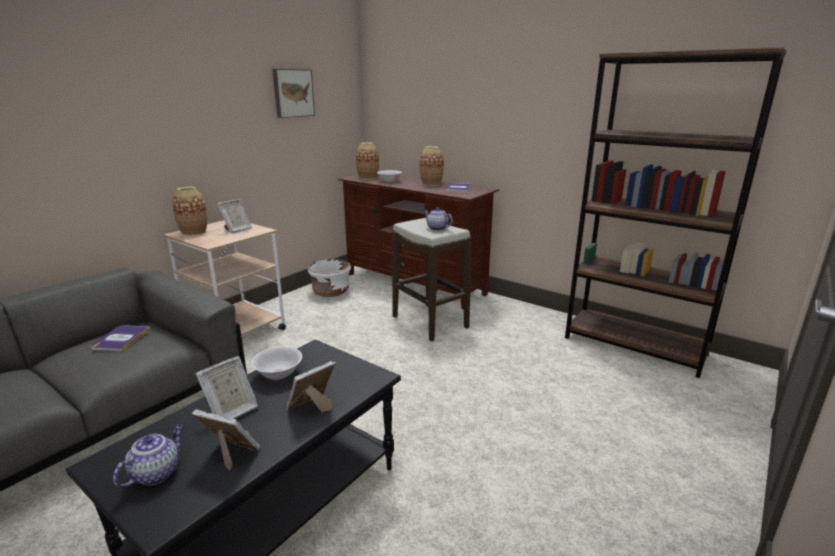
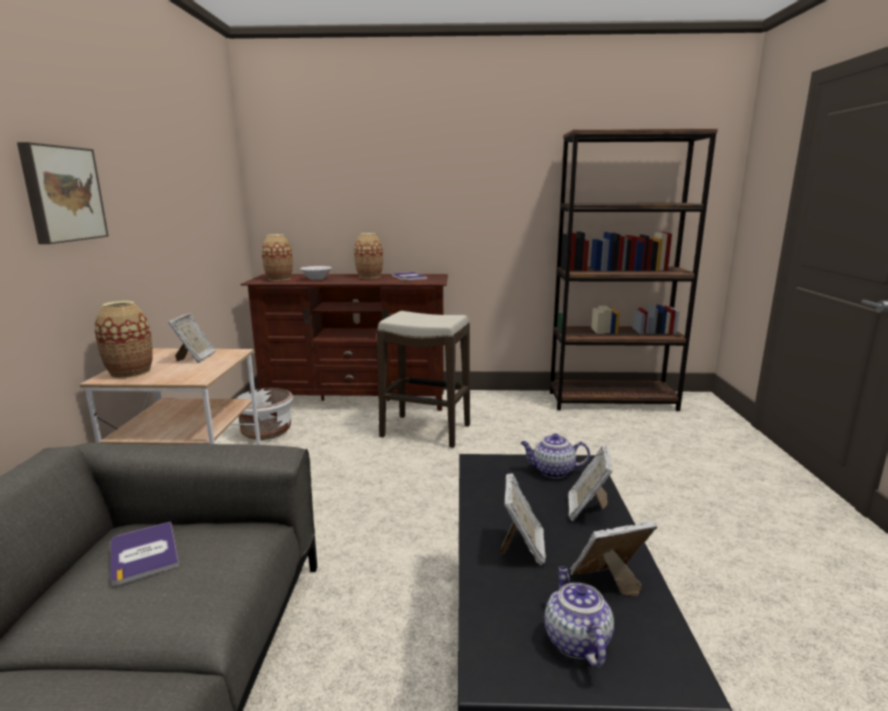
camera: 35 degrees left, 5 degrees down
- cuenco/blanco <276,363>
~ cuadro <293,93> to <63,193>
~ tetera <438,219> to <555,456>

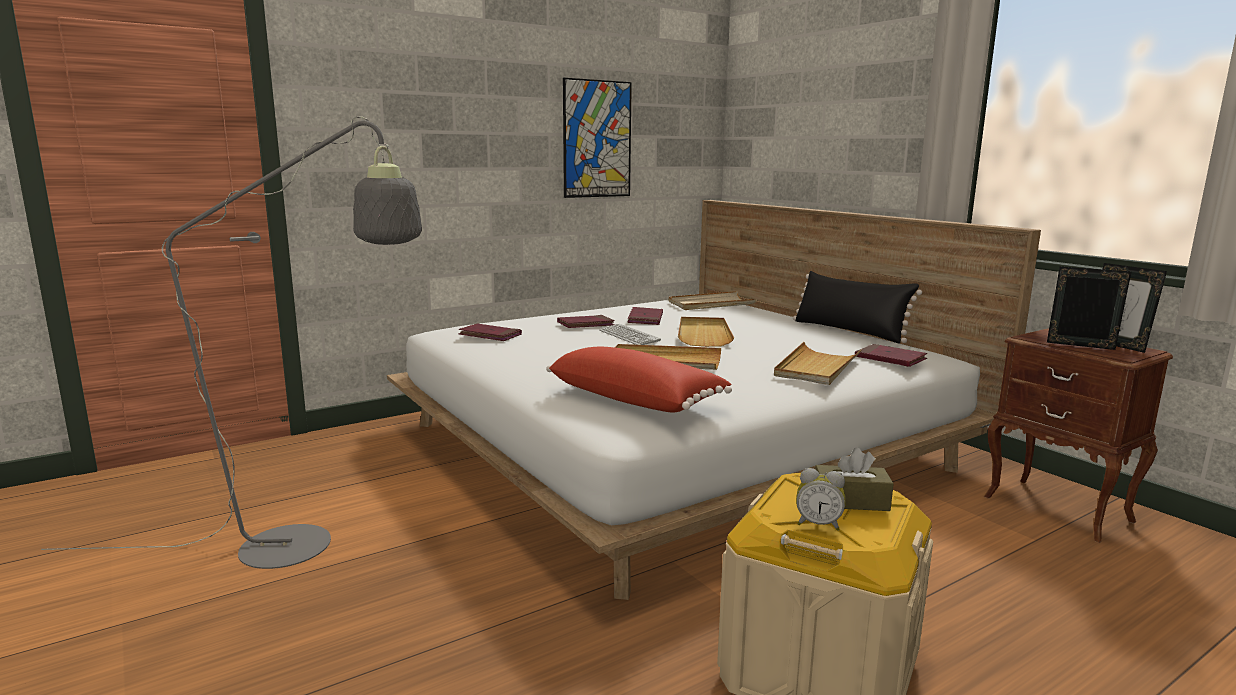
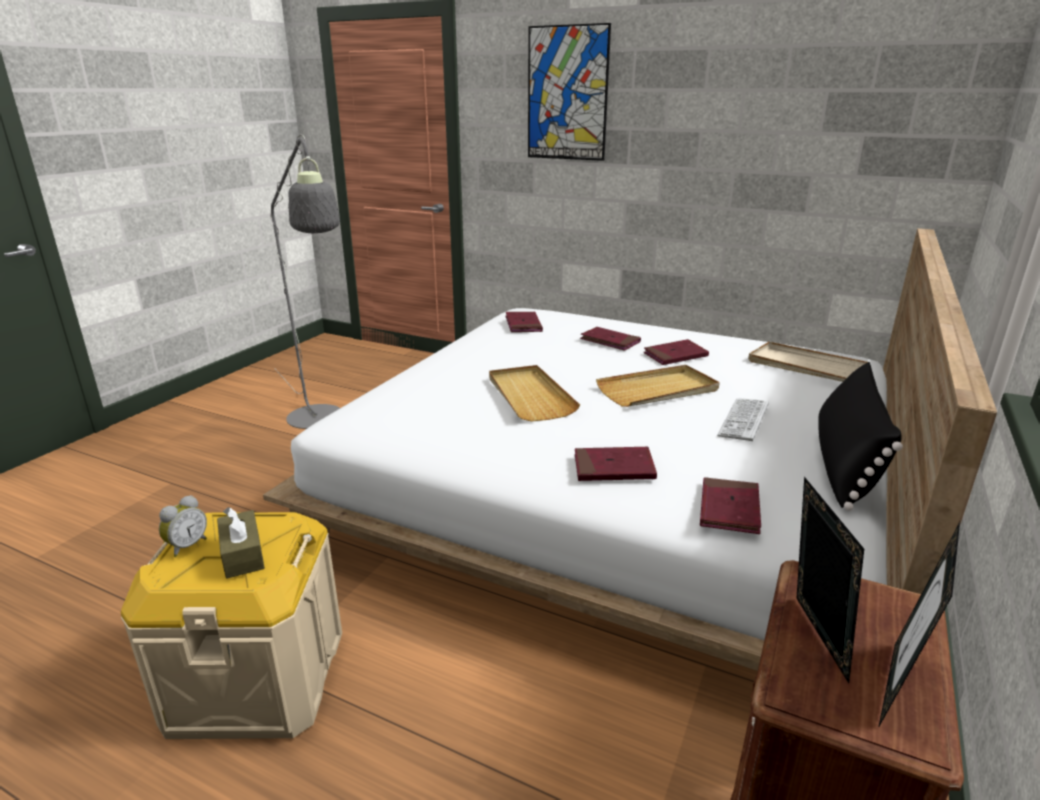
camera: 60 degrees right, 10 degrees up
- cojín/rojo <639,380>
~ cuadro <597,138> to <569,92>
~ teclado <630,334> to <743,419>
~ bandeja/beis <818,363> to libro/rojo <616,464>
~ despertador <820,499> = <183,526> 135 degrees counterclockwise

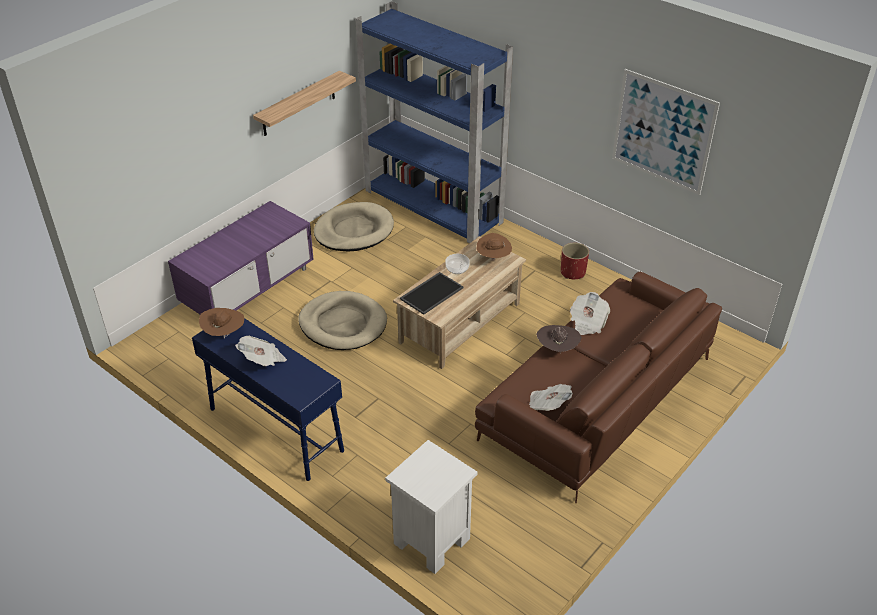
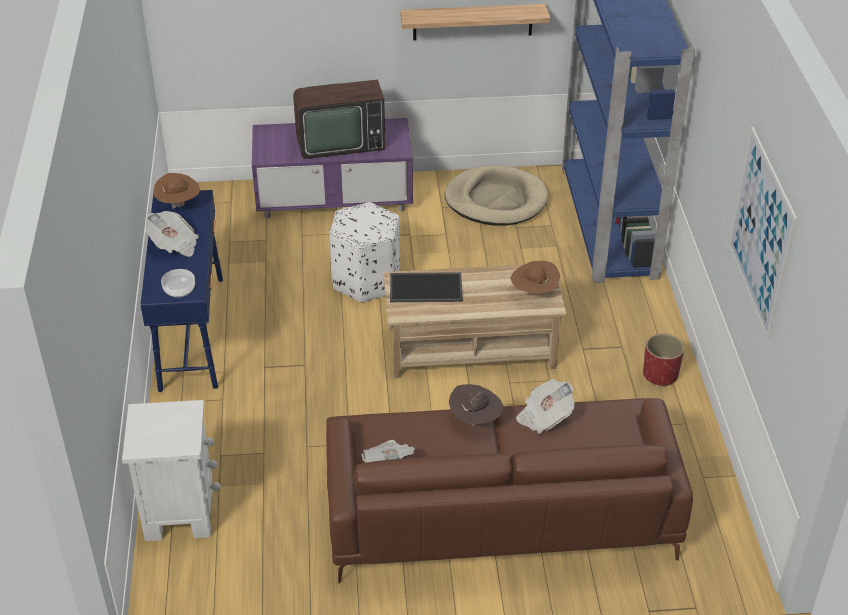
camera: 45 degrees right, 0 degrees up
+ televisor <339,119>
~ cuenco <457,264> to <178,283>
~ cama para perro/beis <342,320> to puf/blanco <364,252>

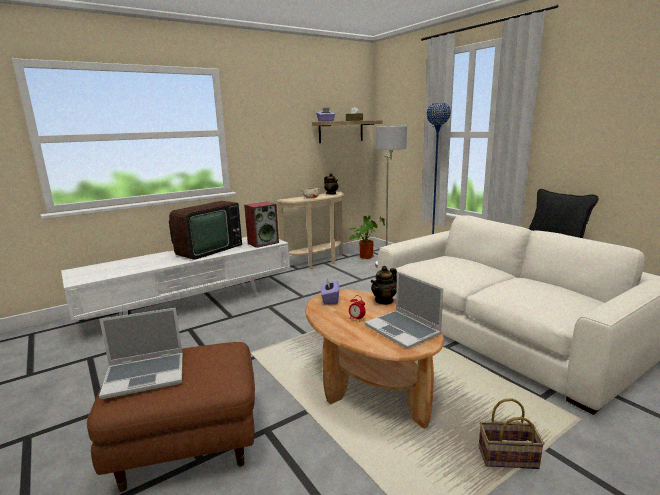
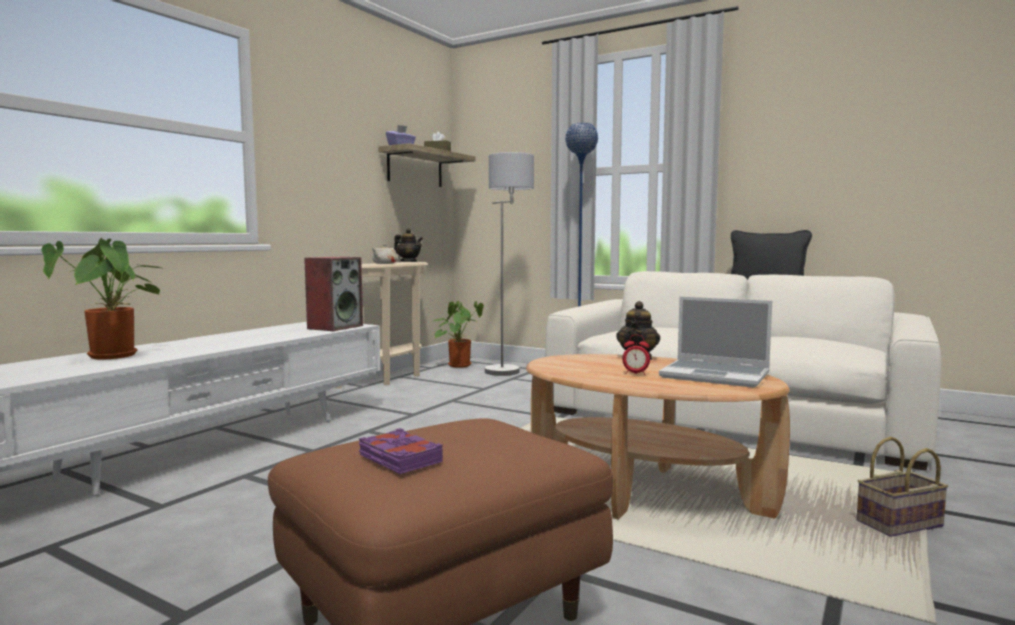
camera: 25 degrees left, 10 degrees down
- televisor <205,230>
- caja de pañuelos/morado <330,291>
+ planta en maceta <103,298>
~ portátil <141,353> to libro/morado <401,451>

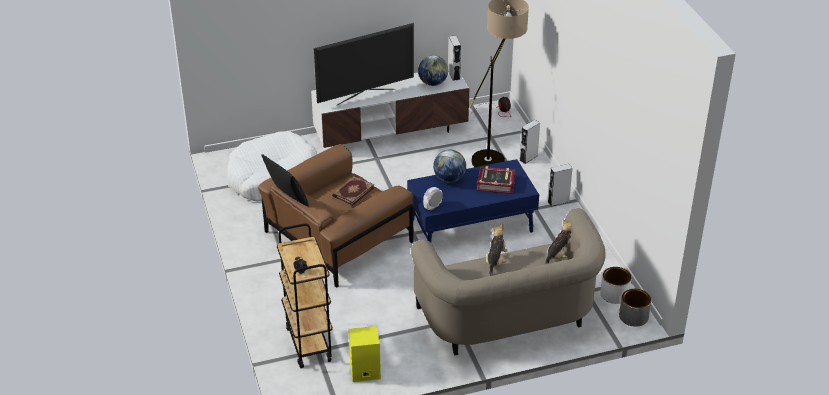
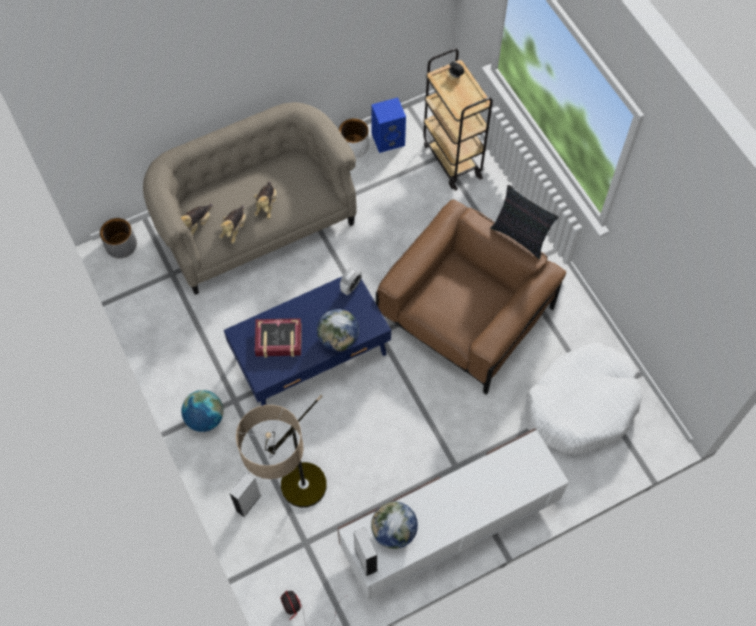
camera: 170 degrees right, 25 degrees up
- televisor <364,64>
- libro <353,191>
+ peluche <232,224>
~ maceta/blanco <616,285> to <354,138>
~ altavoz/gris <560,185> to globo terráqueo <202,411>
~ altavoz/amarillo <365,354> to altavoz/azul <388,125>

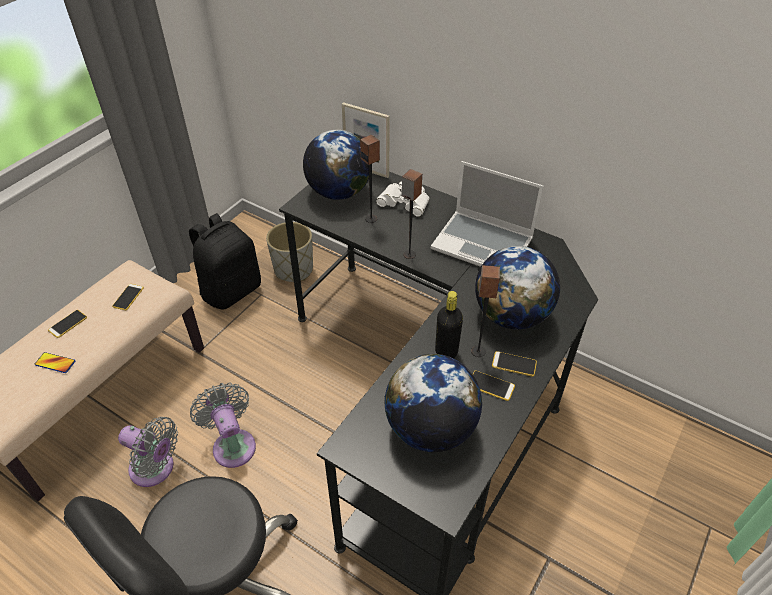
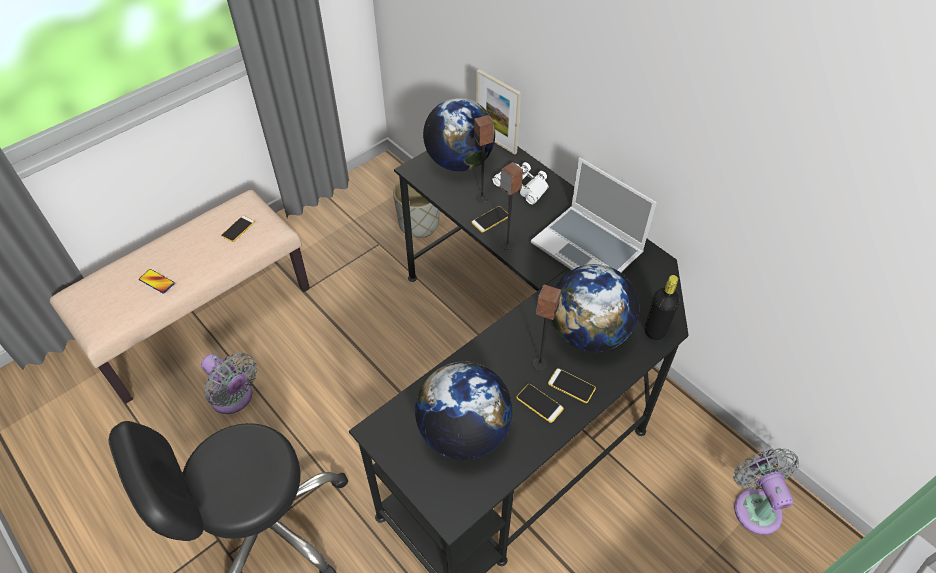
camera: 15 degrees right, 5 degrees up
- mochila/negro <225,261>
~ móvil <67,324> to <489,219>
~ ventilador/gris <223,425> to <766,491>
~ botella/negro <449,324> to <662,307>

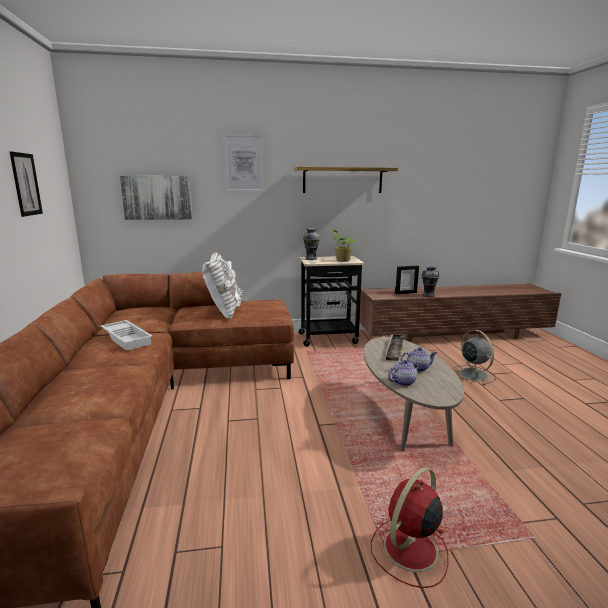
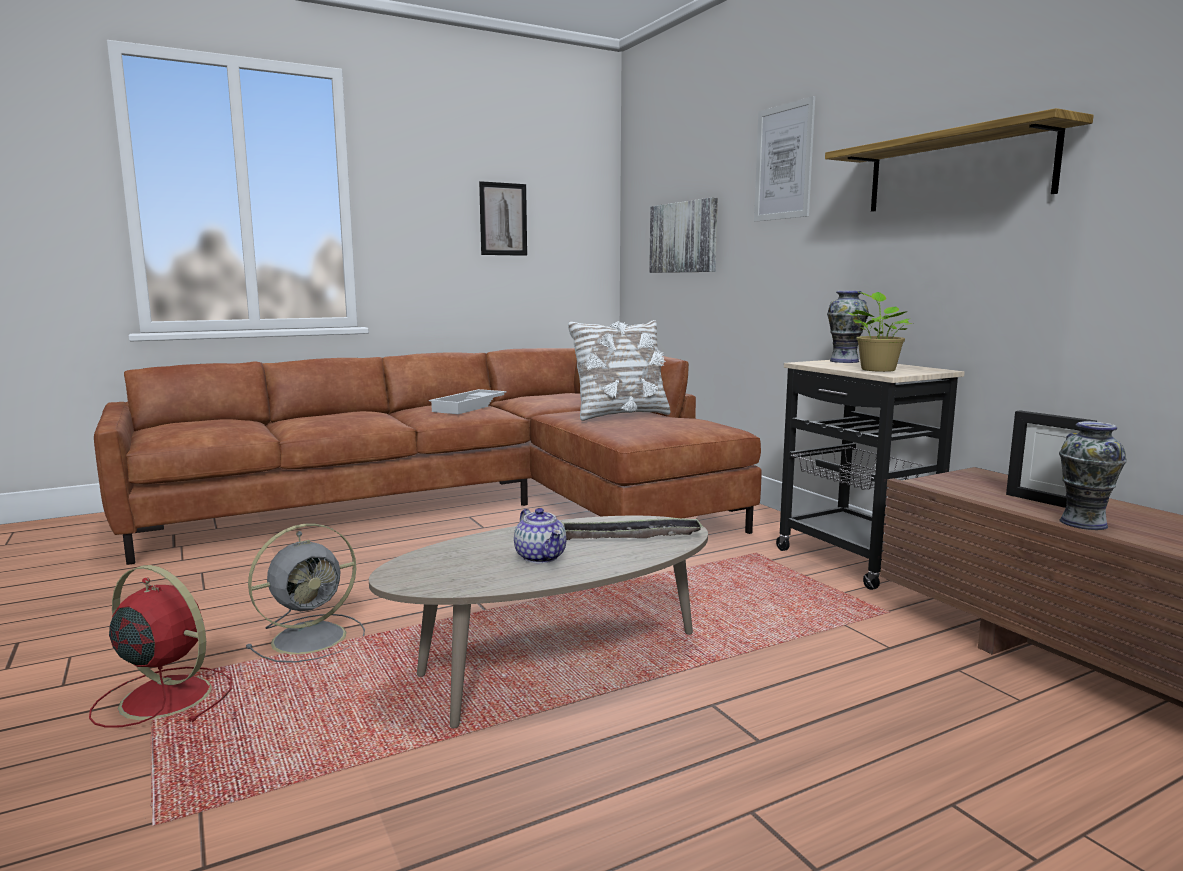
camera: 70 degrees right, 5 degrees down
- tetera <404,373>
~ ventilador/gris <474,357> to <305,593>

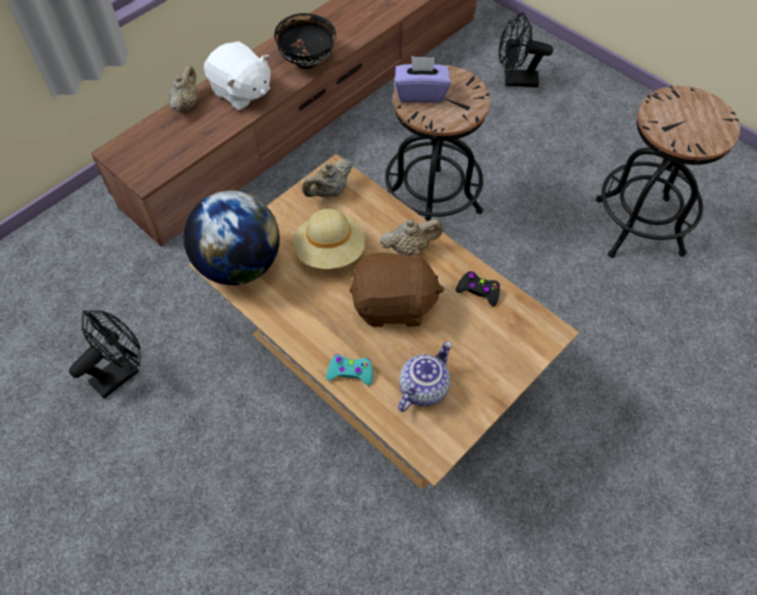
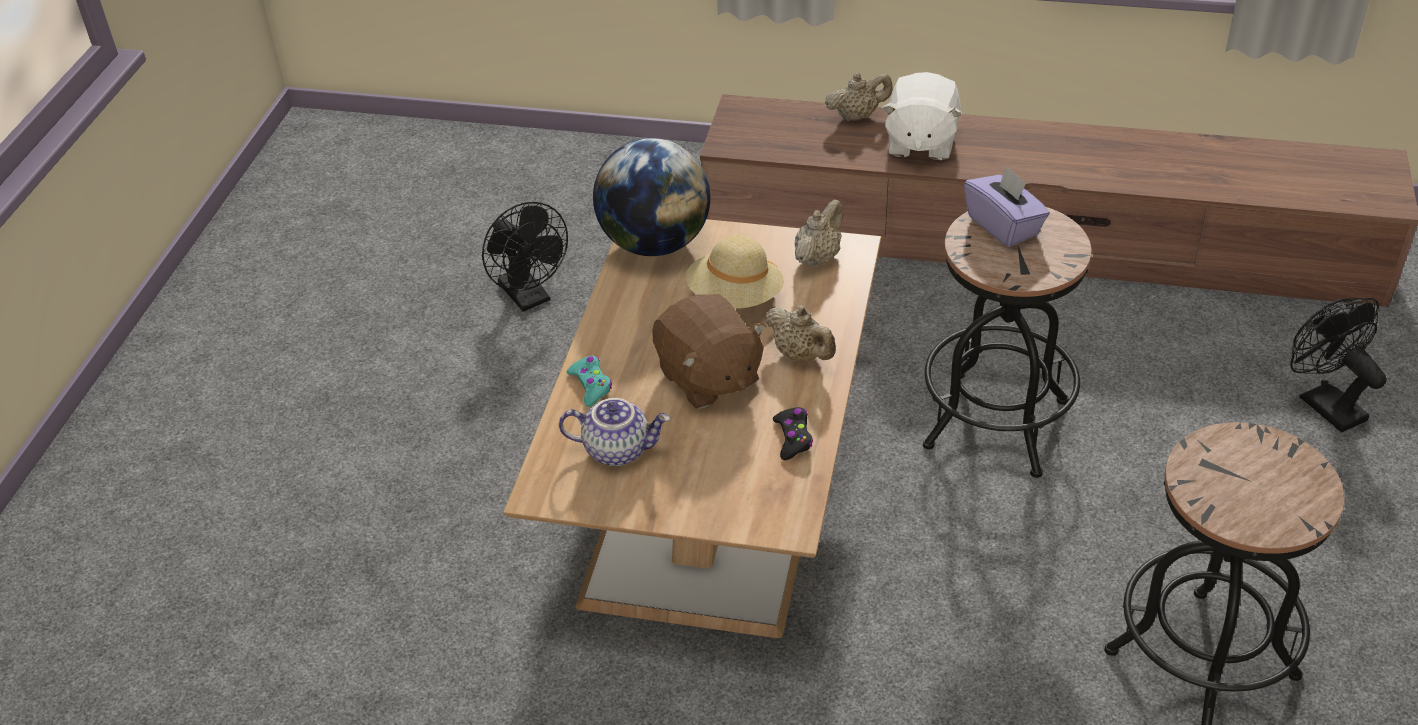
camera: 60 degrees right, 15 degrees down
- cuenco/negro <305,41>
~ ventilador/negro <105,354> = <525,257> 45 degrees clockwise
~ tetera/beis <327,178> = <819,233> 105 degrees clockwise

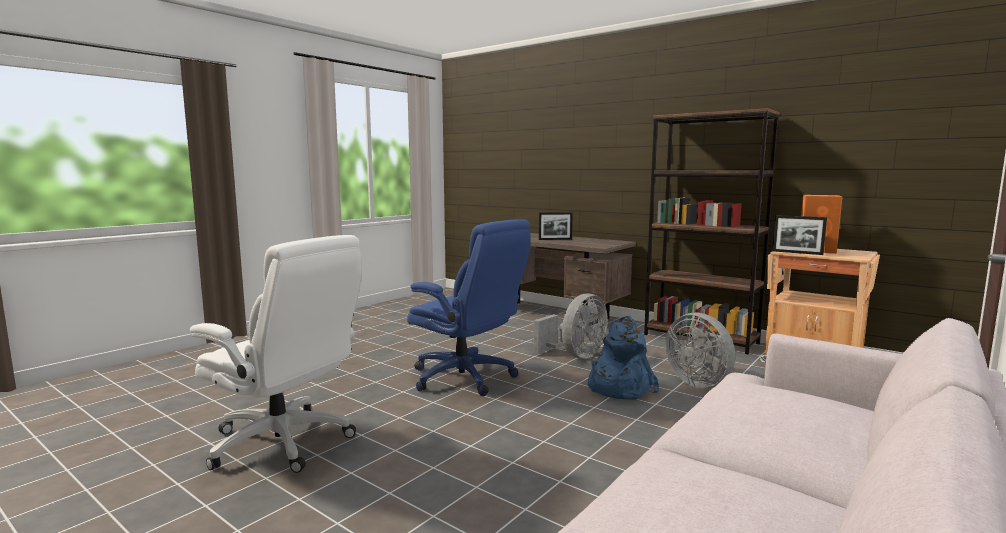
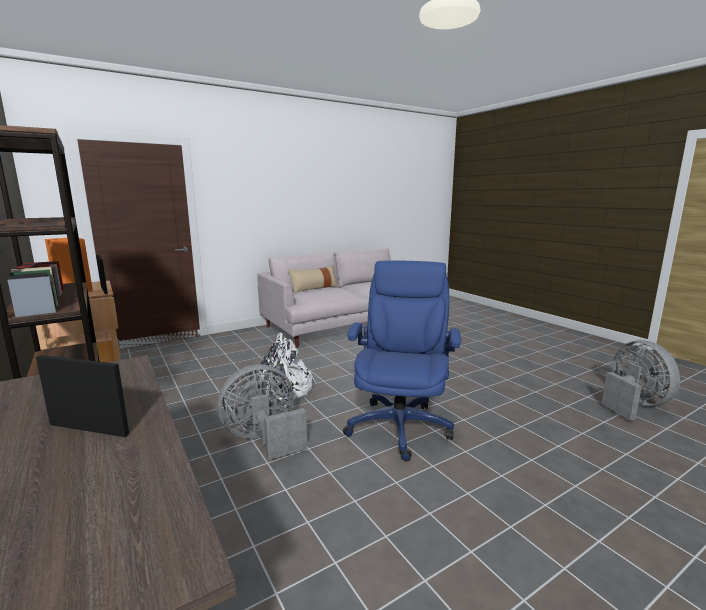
camera: 160 degrees left, 5 degrees up
- silla de oficina/blanco <276,354>
+ cojín/beis <313,279>
~ ventilador/gris <700,350> to <641,380>
~ mochila/azul <623,358> to mochila/blanco <287,369>
~ silla de oficina/azul <469,307> = <402,361> 45 degrees clockwise

